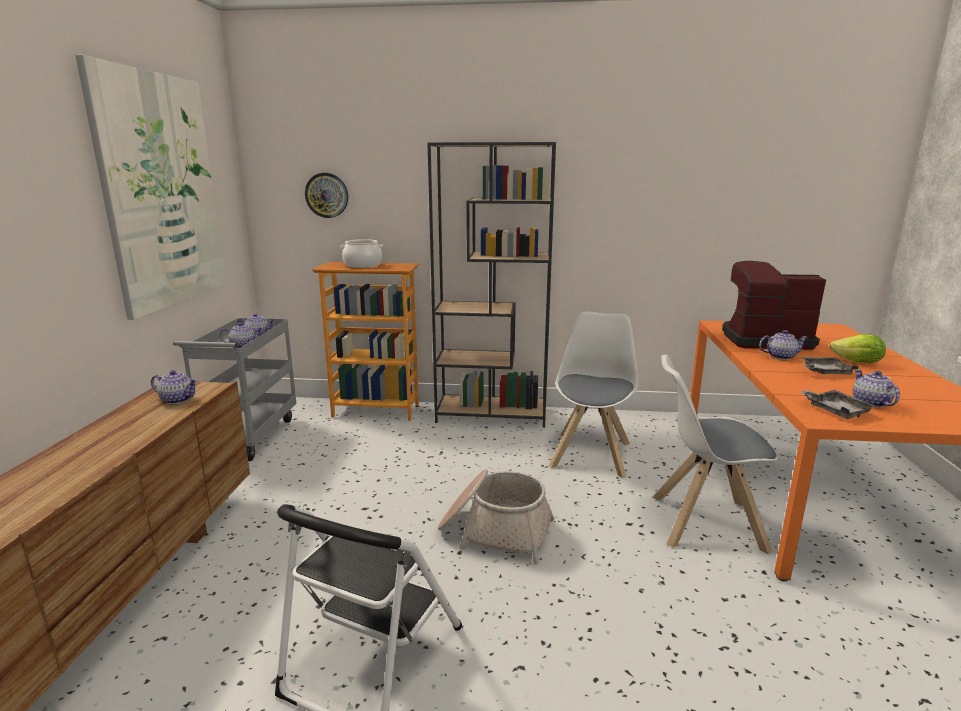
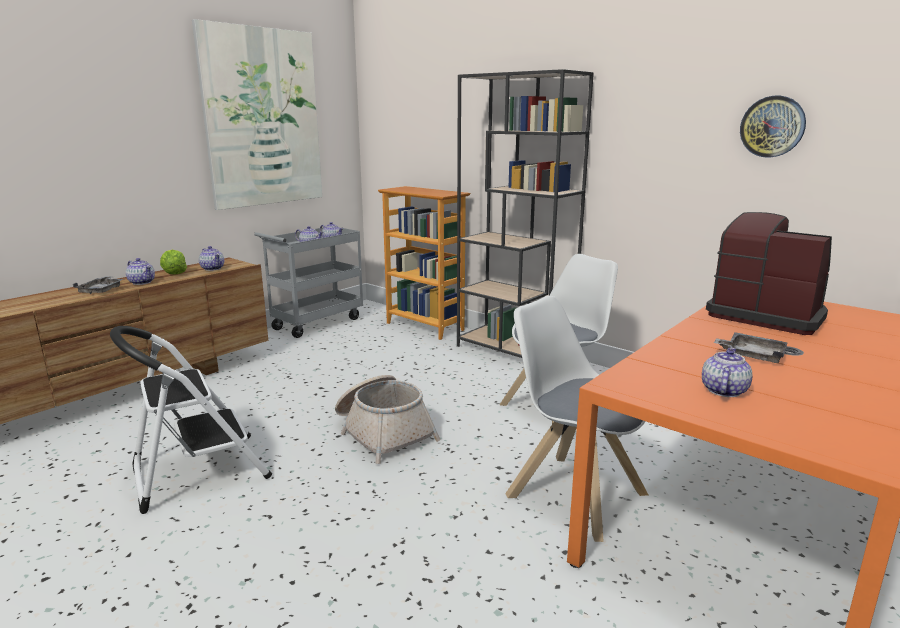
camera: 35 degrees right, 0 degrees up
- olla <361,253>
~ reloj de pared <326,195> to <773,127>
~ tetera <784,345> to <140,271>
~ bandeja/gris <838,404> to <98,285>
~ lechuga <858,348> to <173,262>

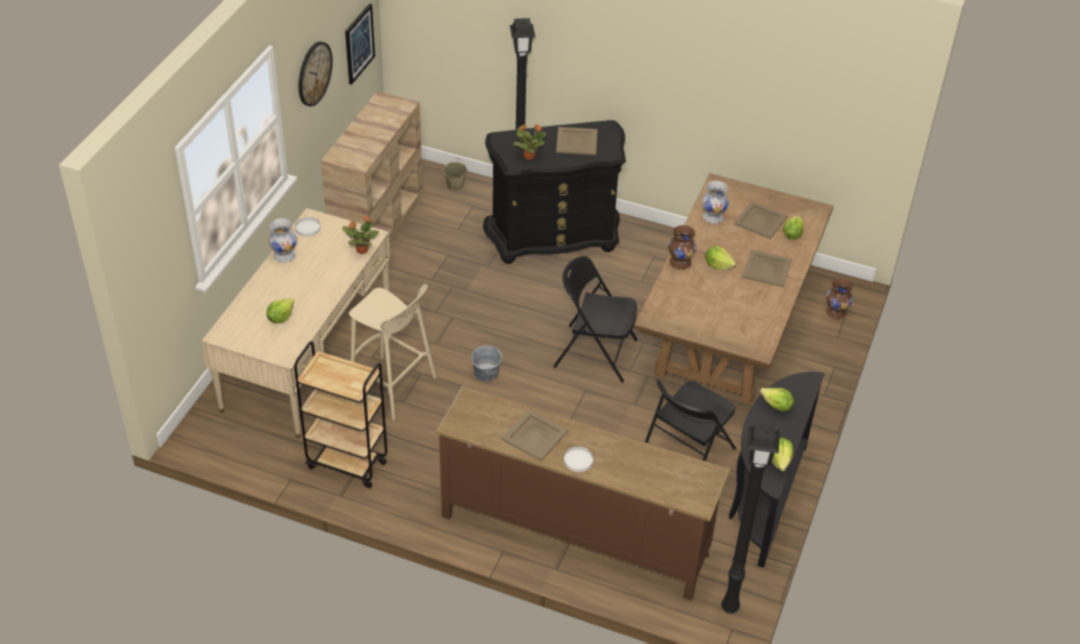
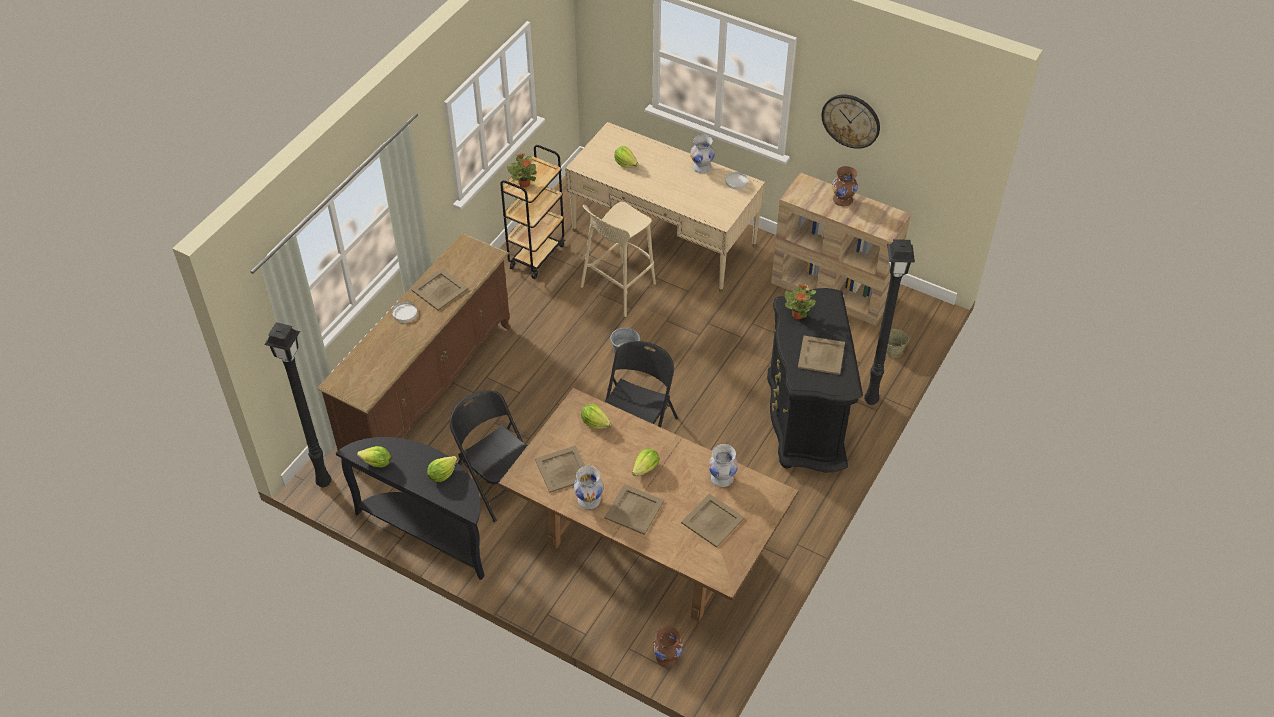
camera: 100 degrees right, 5 degrees up
- cuadro <360,44>
+ bandeja/beis <560,469>
+ florero/blanco <589,487>
~ planta en maceta <360,235> to <522,170>
~ florero/marrón <682,247> to <845,186>
~ lechuga <793,227> to <596,416>

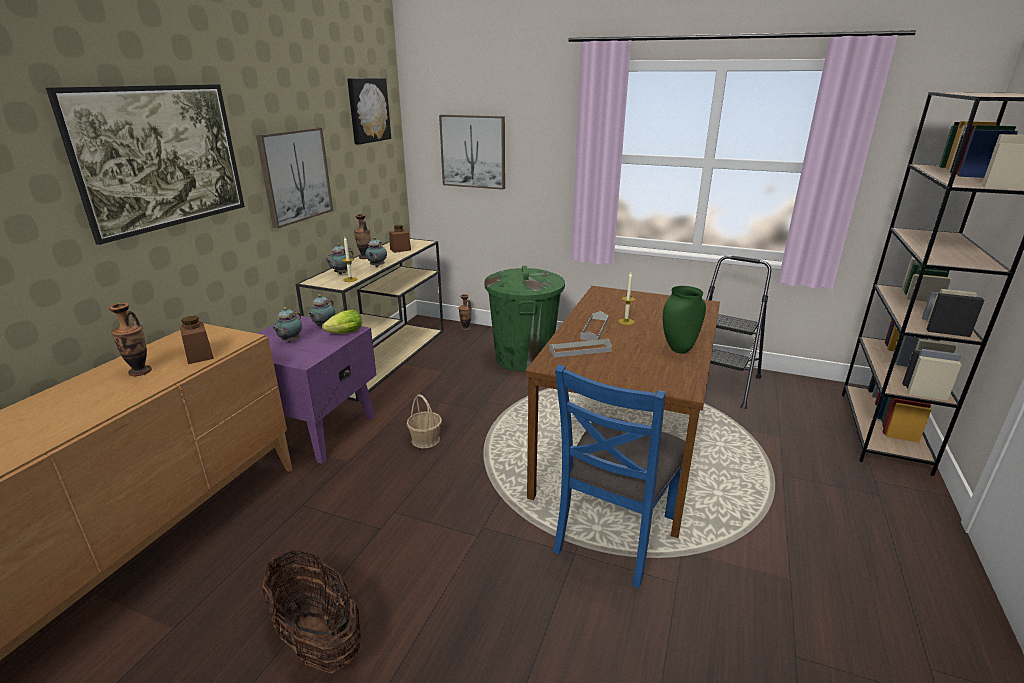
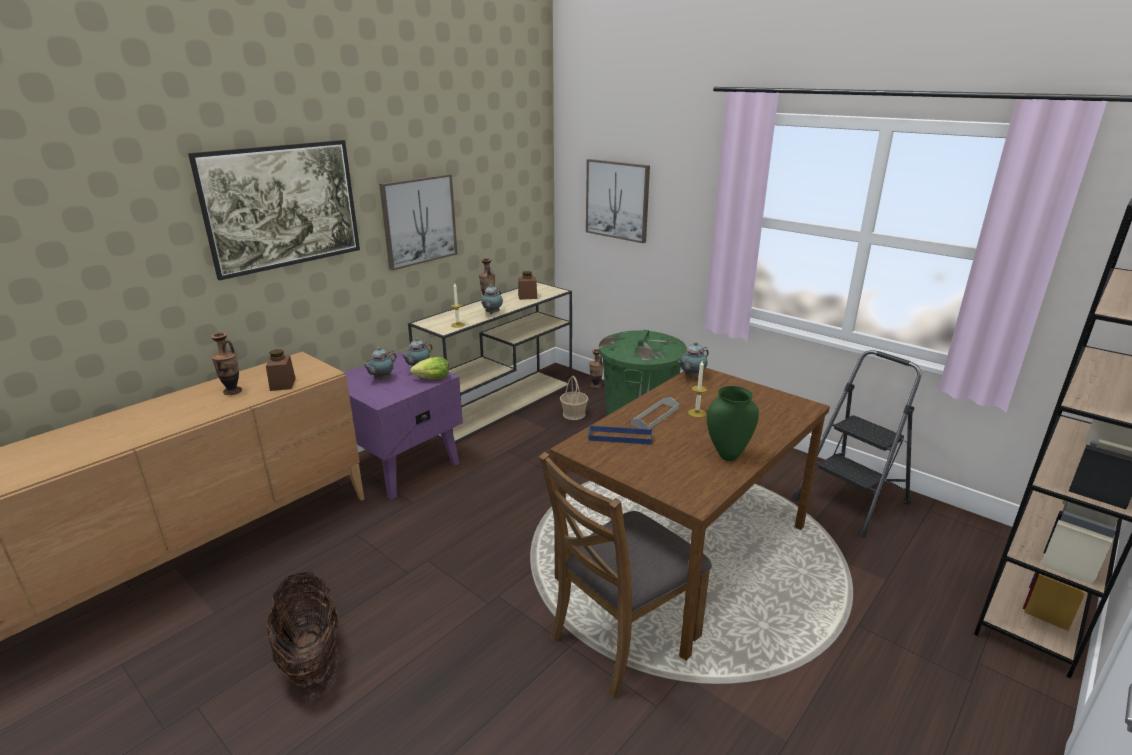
camera: 20 degrees right, 0 degrees up
- cuadro <369,111>
~ tetera <339,258> to <693,359>
~ cesta <424,421> to <574,398>
~ bandeja/gris <580,348> to bandeja/azul <620,435>
~ silla/azul <619,476> to silla/marrón <625,575>

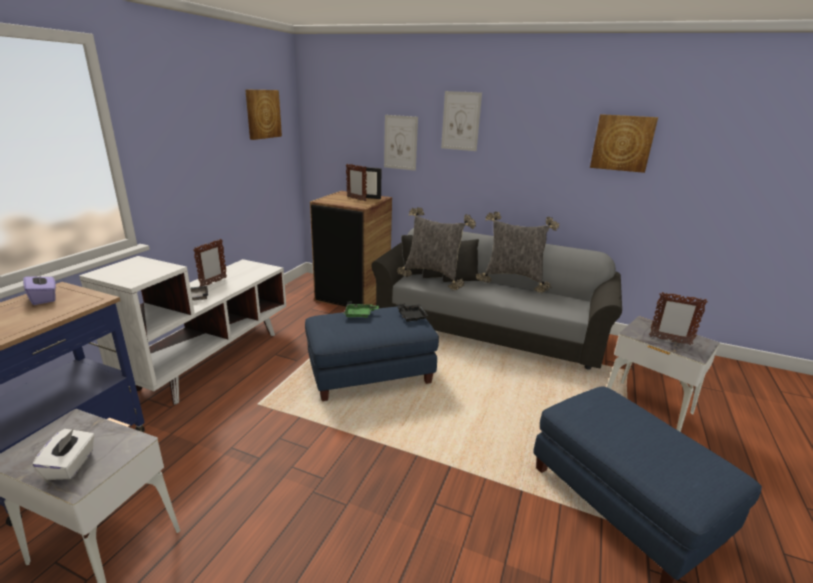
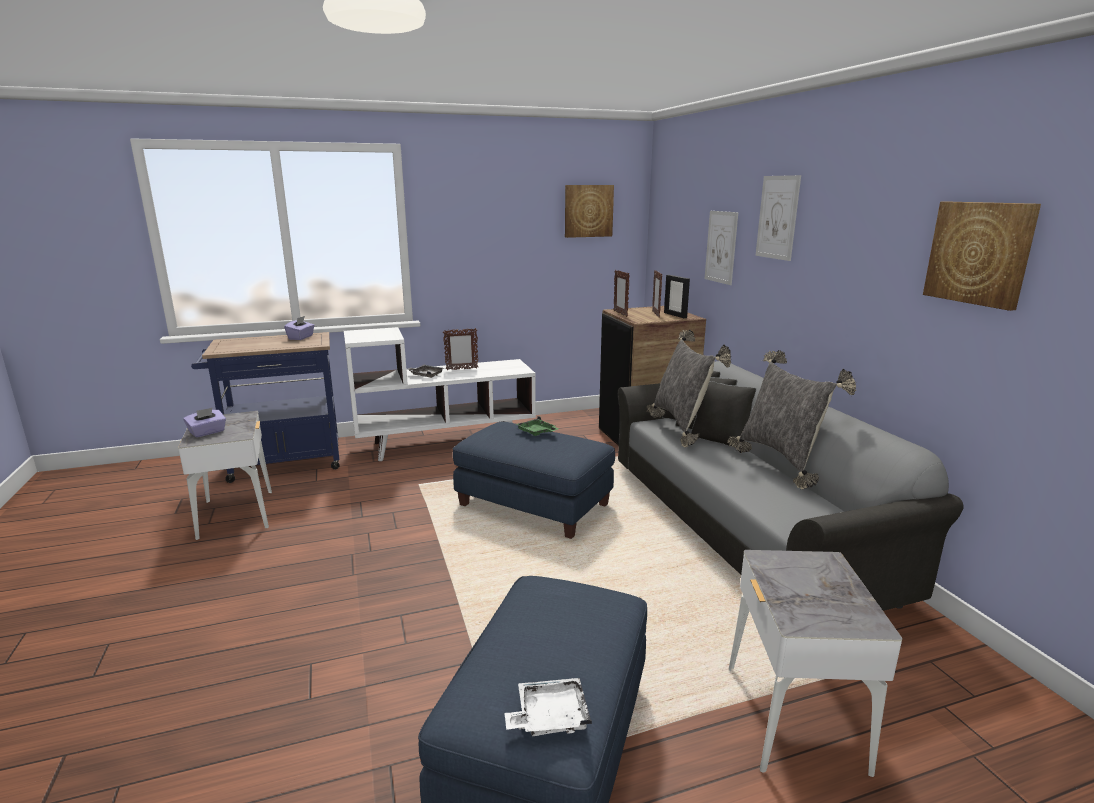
camera: 50 degrees right, 5 degrees down
- bandeja/negro <412,312>
+ bandeja/blanco <548,707>
~ portarretratos <678,318> to <622,293>
~ caja de pañuelos/blanco <63,454> to caja de pañuelos/morado <204,423>

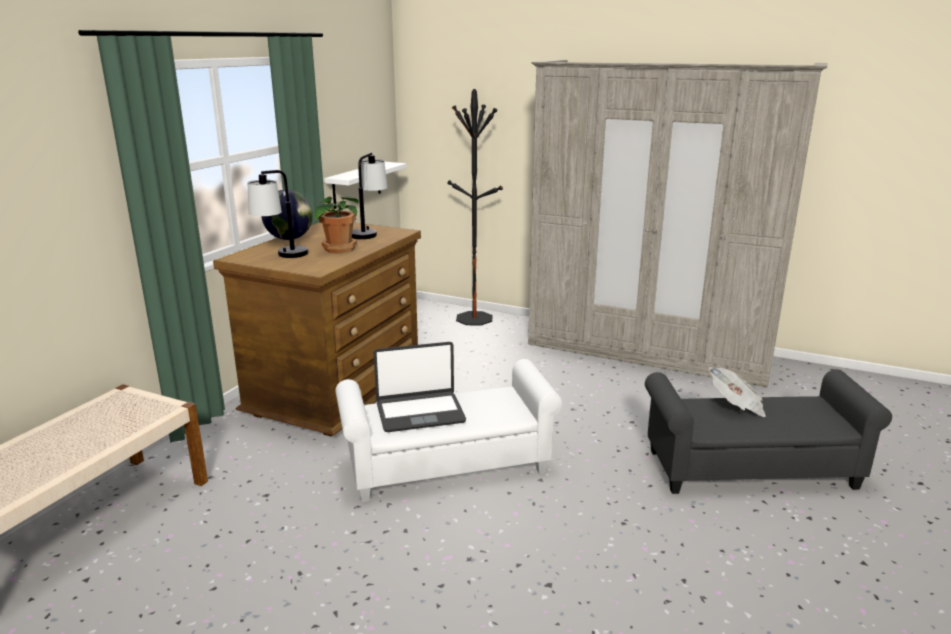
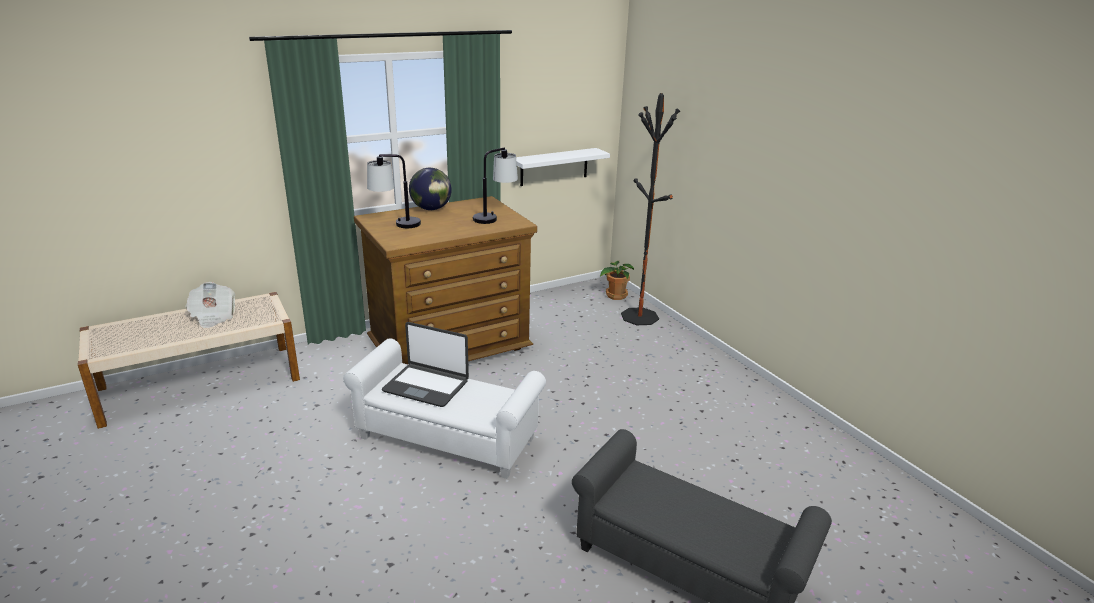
camera: 35 degrees right, 5 degrees up
- armario ropero/beis <678,223>
~ planta en maceta <336,224> to <617,280>
~ periódico <737,392> to <210,305>

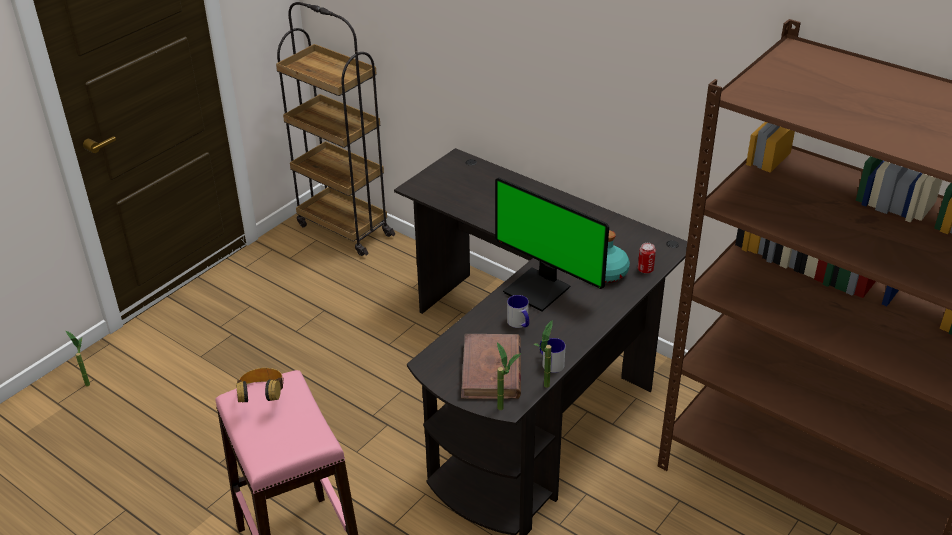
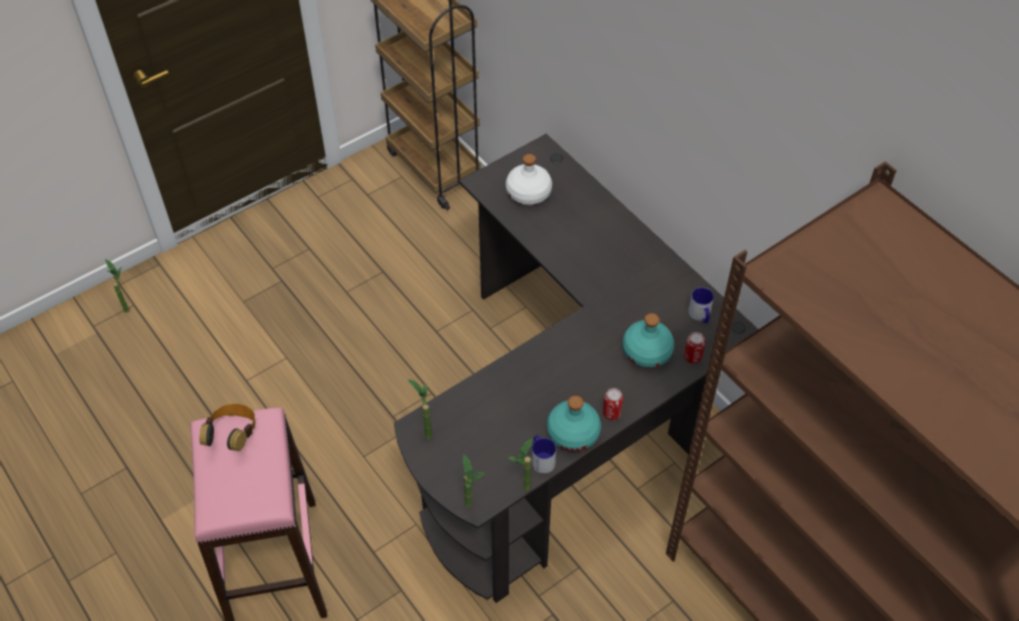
camera: 15 degrees right, 15 degrees up
- libro/marrón <491,366>
- monitor <552,244>
+ planta en maceta <420,409>
+ botella/blanco <529,179>
+ botella/turquesa <574,423>
+ lata <613,404>
~ taza grande <518,311> to <701,305>

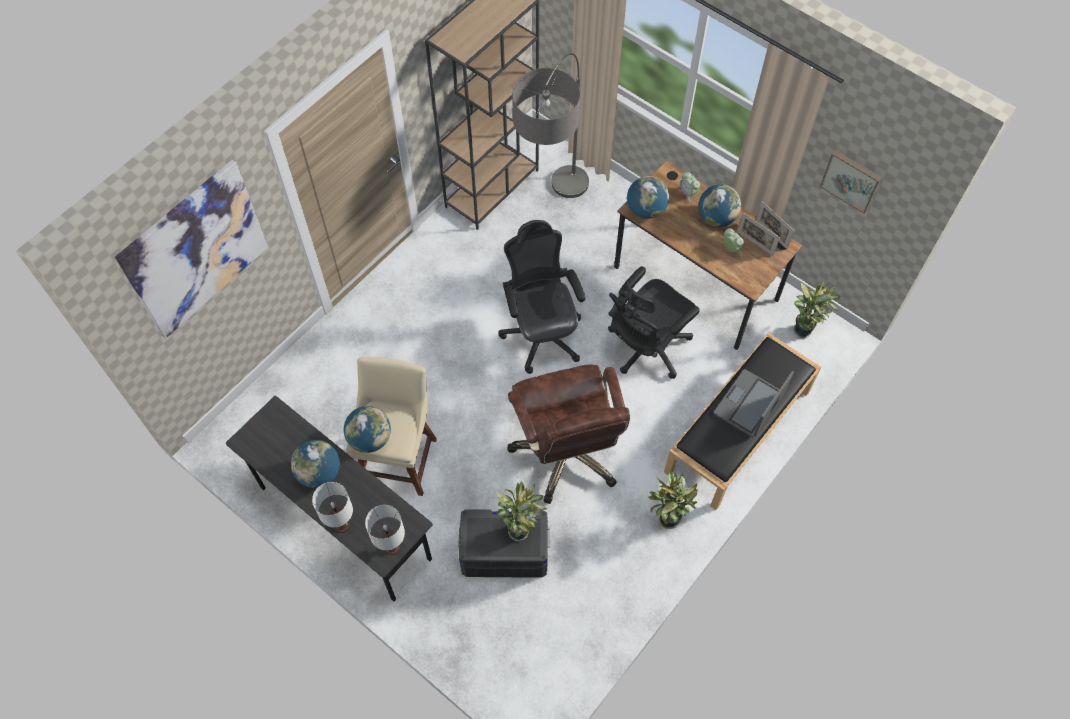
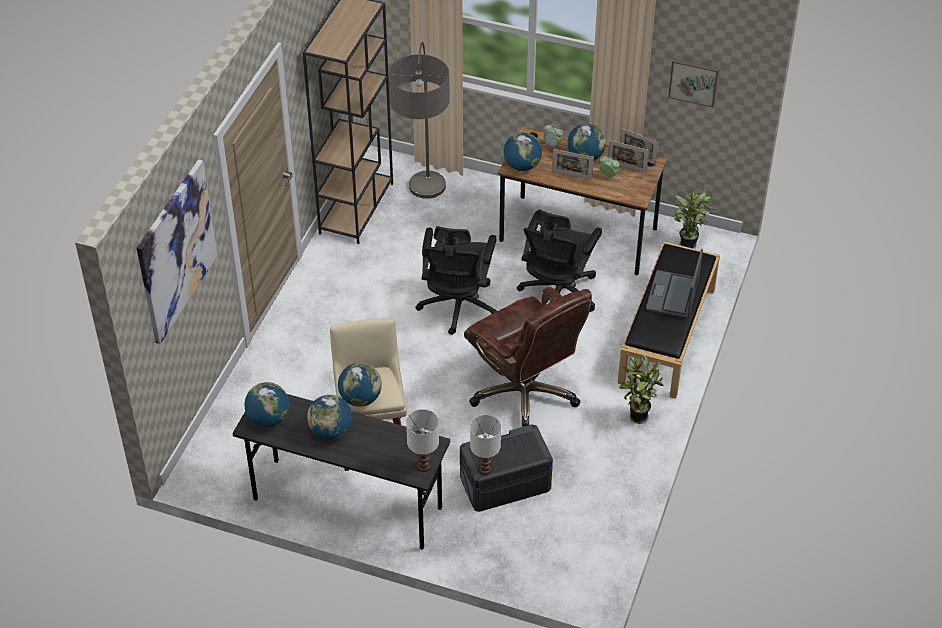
camera: 20 degrees left, 15 degrees down
- planta en maceta <521,511>
+ globo terráqueo <266,404>
+ portarretratos <573,164>
~ lámpara de mesa/blanco <332,507> to <485,444>
~ silla de oficina <541,297> = <456,280> 135 degrees counterclockwise

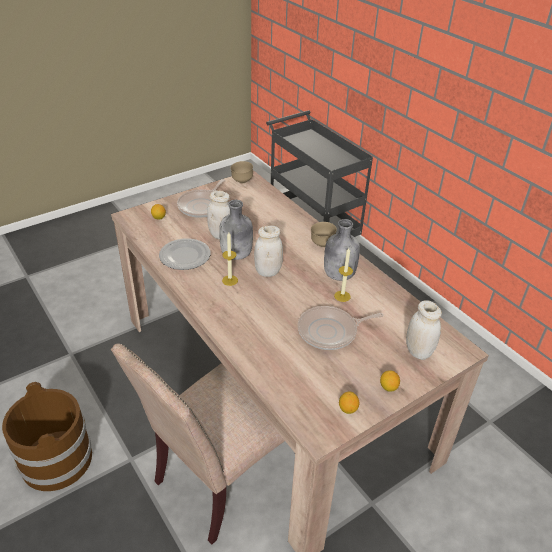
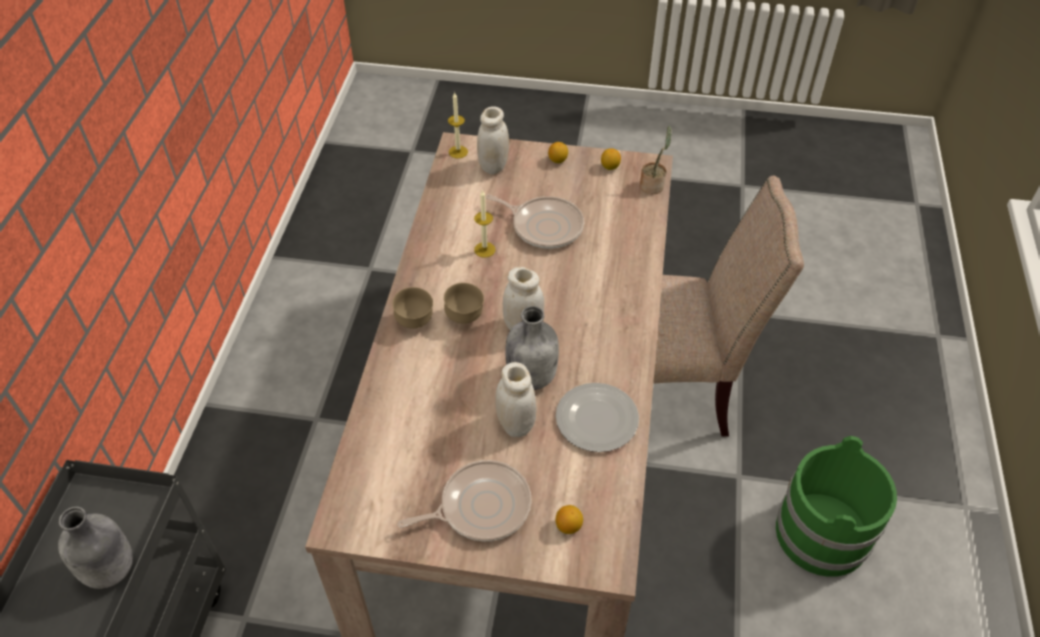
camera: 135 degrees left, 10 degrees up
+ planta en maceta <656,160>
~ vela <230,259> to <458,125>
~ cuenco/marrón <241,172> to <464,303>
~ botella/gris <342,250> to <95,548>
~ cubo/marrón <47,436> to cubo/verde <836,506>

